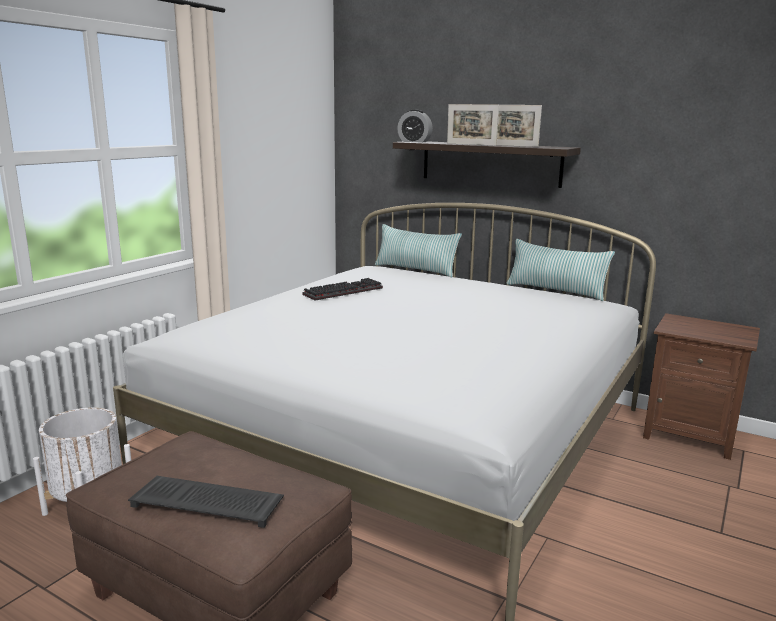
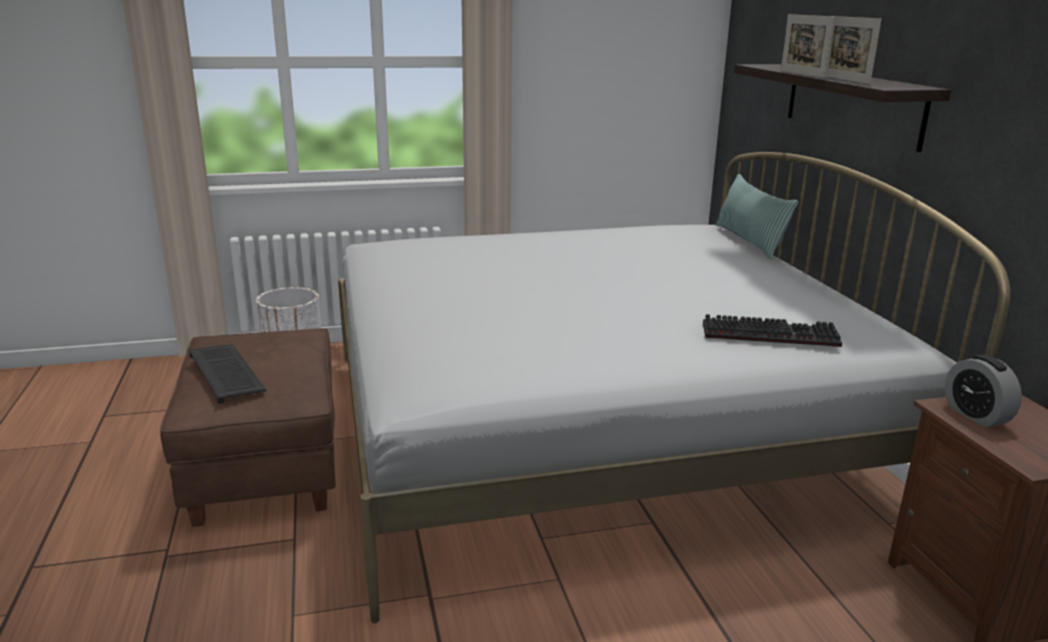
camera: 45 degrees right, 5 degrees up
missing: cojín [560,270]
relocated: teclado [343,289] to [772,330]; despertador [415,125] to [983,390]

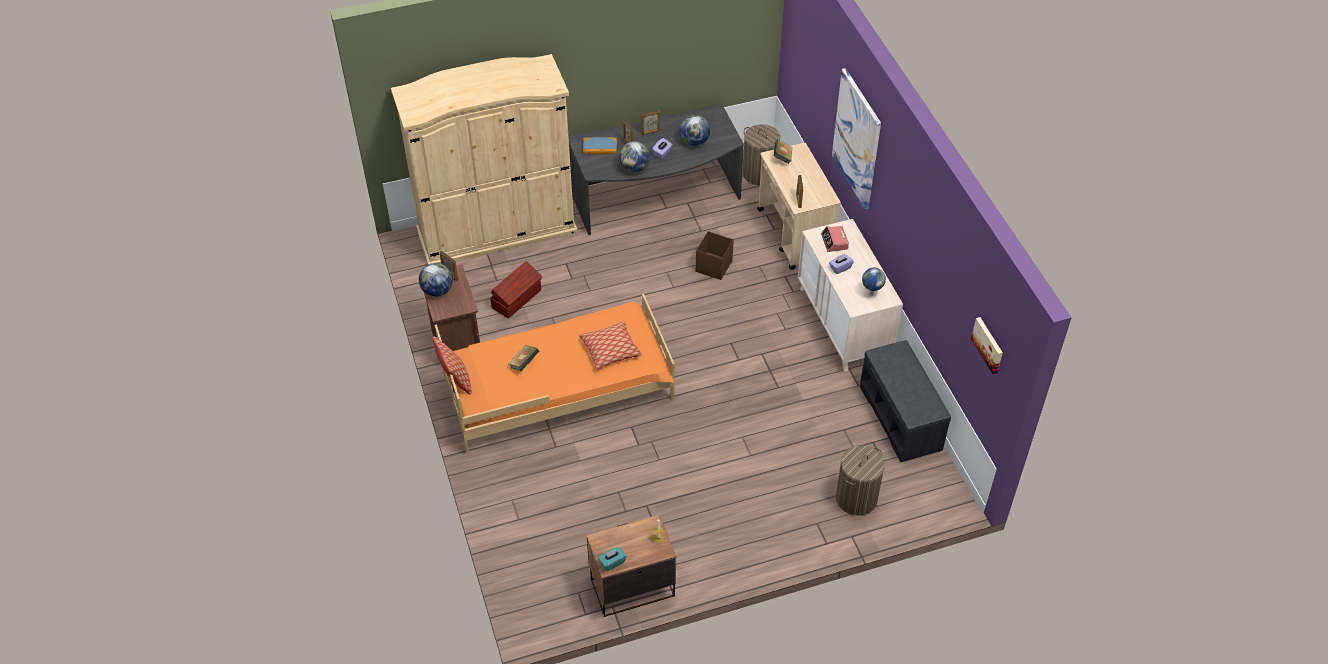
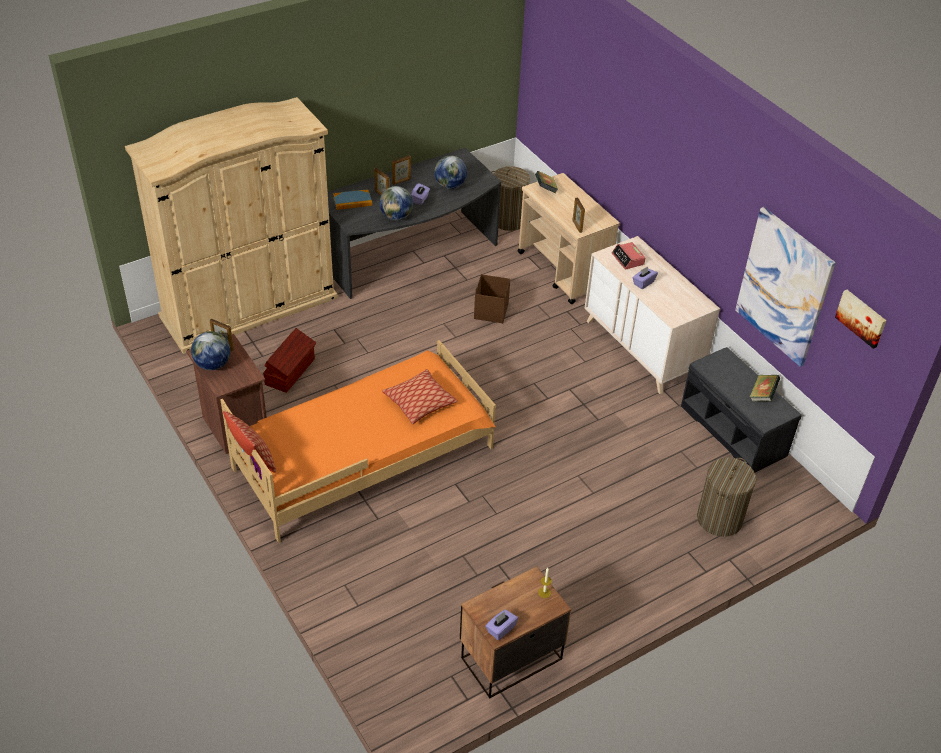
camera: 15 degrees left, 5 degrees down
missing: globo terráqueo [874,281]
relocated: libro [523,358] to [764,388]; cuadro [856,138] to [785,287]
colour: caja de pañuelos/turquesa [612,559] to caja de pañuelos/morado [501,624]

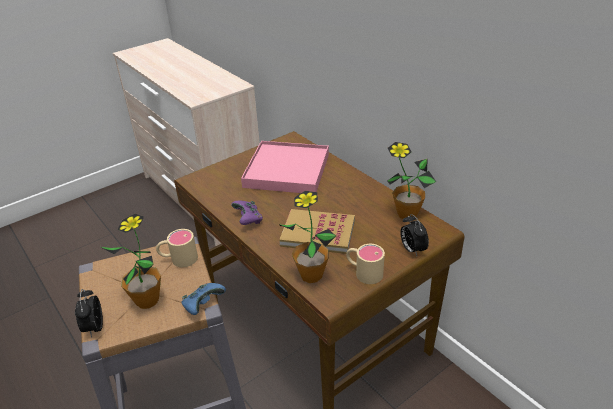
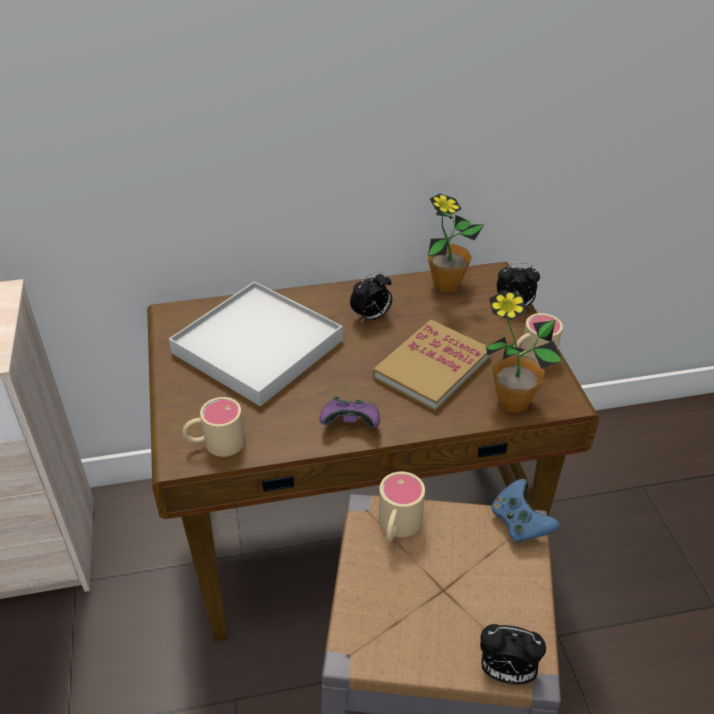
camera: 65 degrees left, 5 degrees up
missing: planta en maceta [131,261]
appeared: taza grande/beis [214,427]; despertador [371,297]
colour: bandeja/rosa [285,167] to bandeja/blanco [256,343]

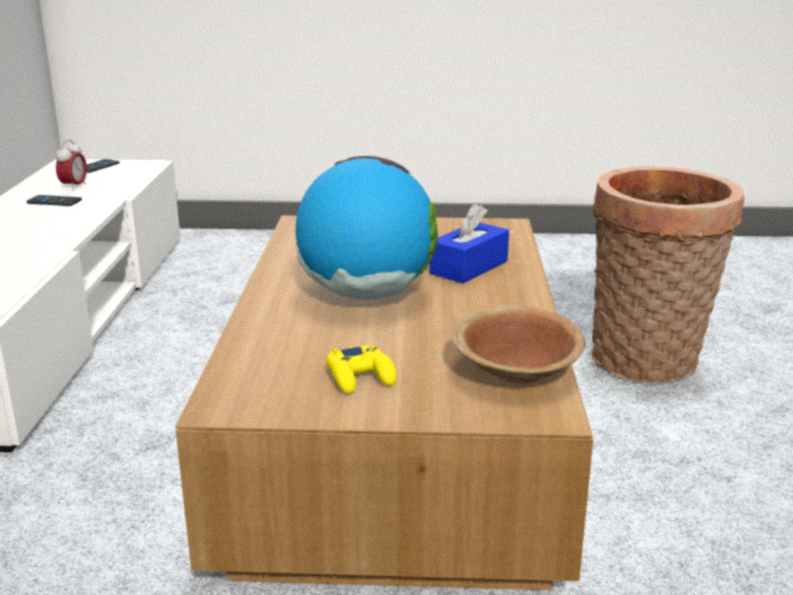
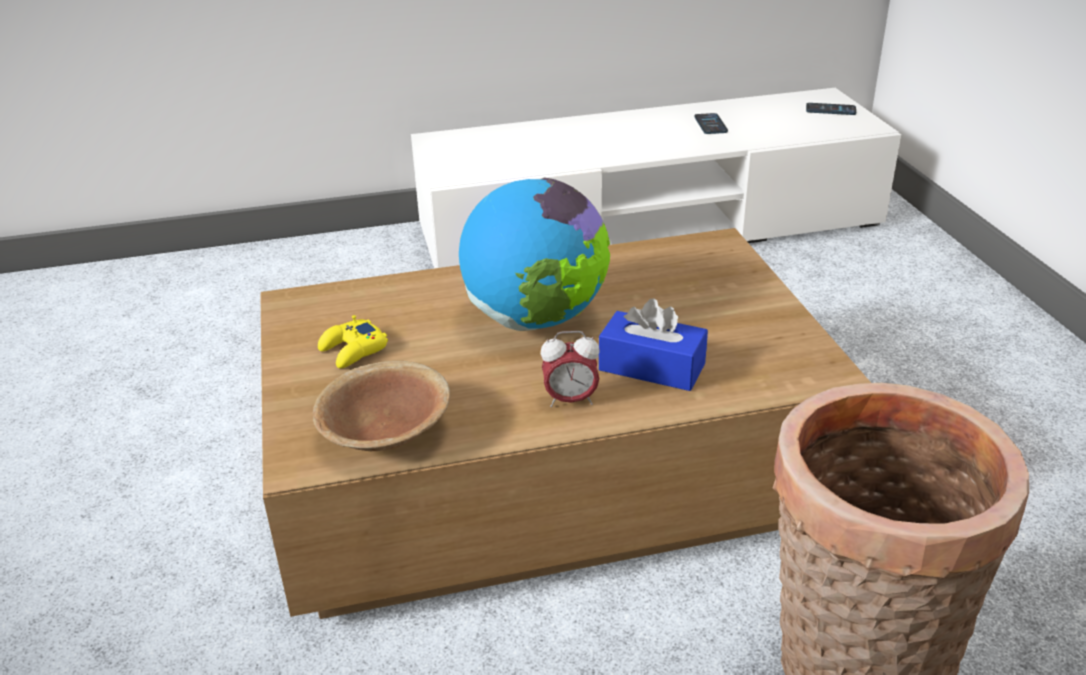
camera: 75 degrees right, 10 degrees up
relocated: despertador [71,165] to [570,369]

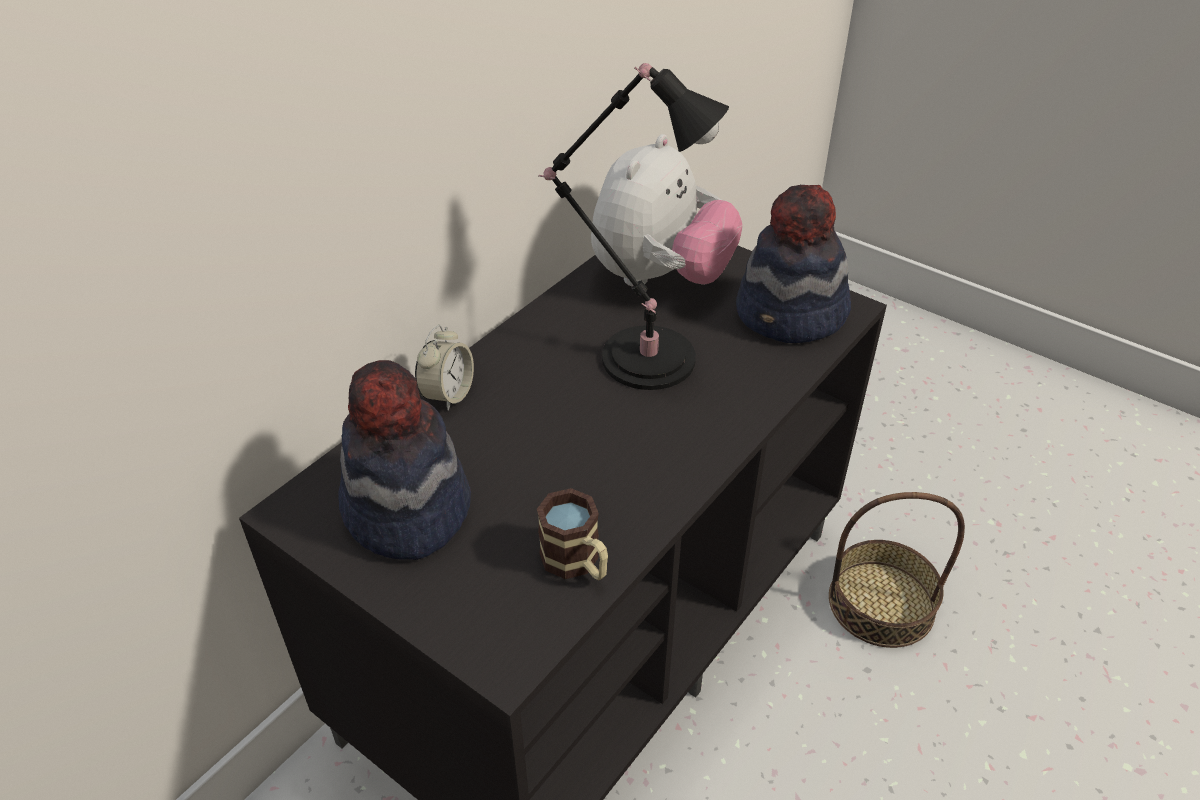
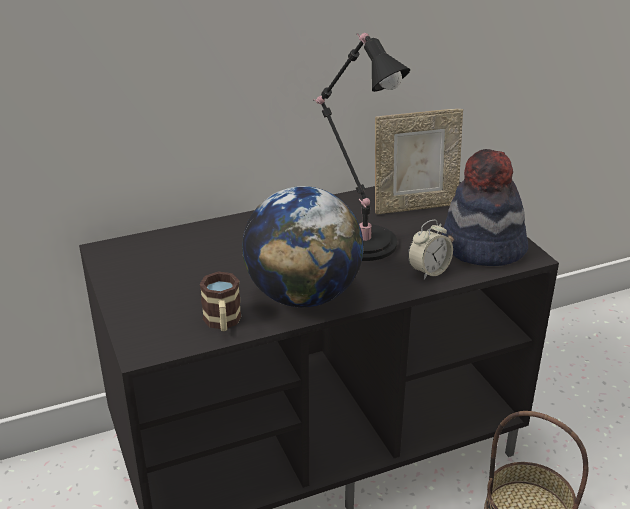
camera: 30 degrees right, 10 degrees down
missing: sombrero [404,460]
appeared: globo terráqueo [302,246]
relocated: despertador [444,368] to [430,249]
exchanged: peluche [667,210] to portarretratos [419,161]

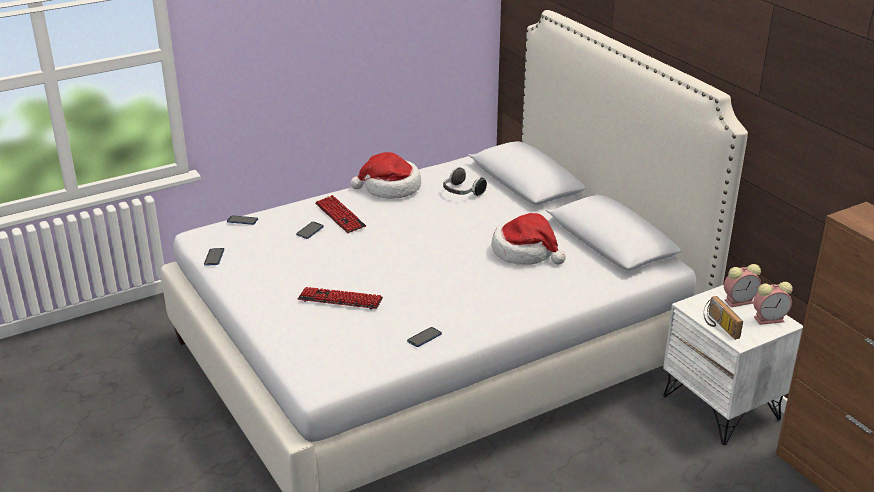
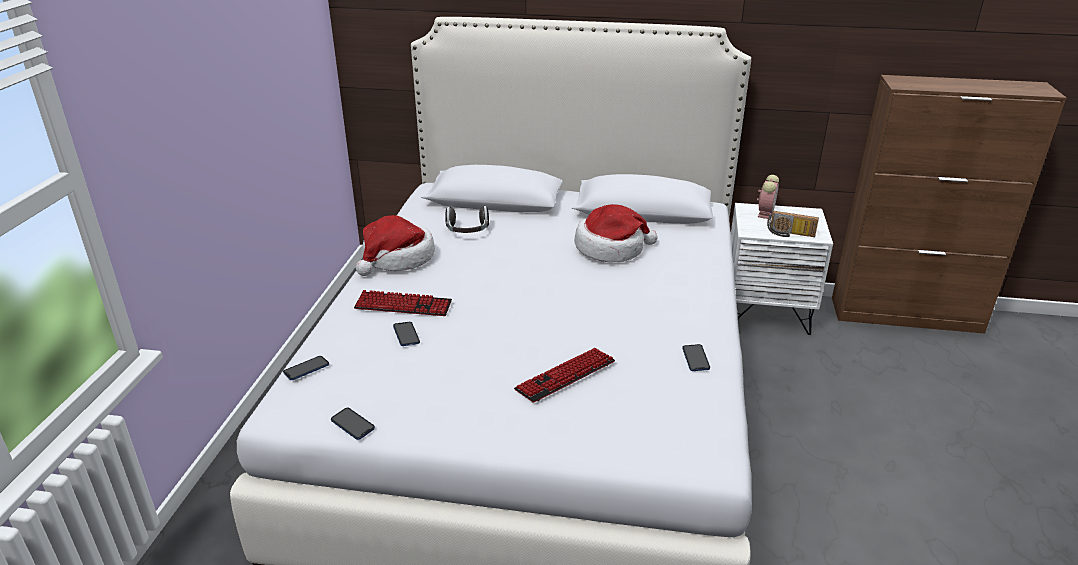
camera: 50 degrees left, 0 degrees up
missing: despertador [773,303]

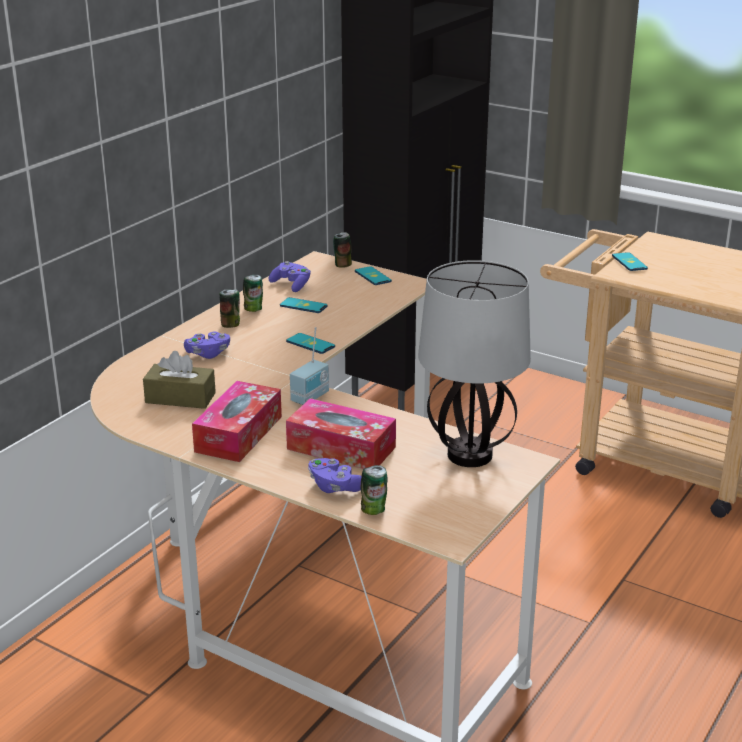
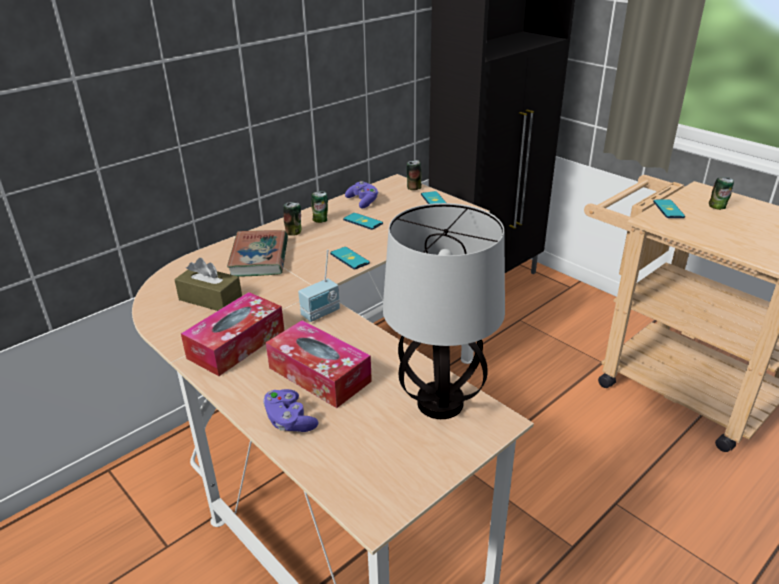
camera: 15 degrees right, 5 degrees up
relocated: lata [374,490] to [721,193]
exchanged: mando de consola/morado [207,345] to libro [257,253]

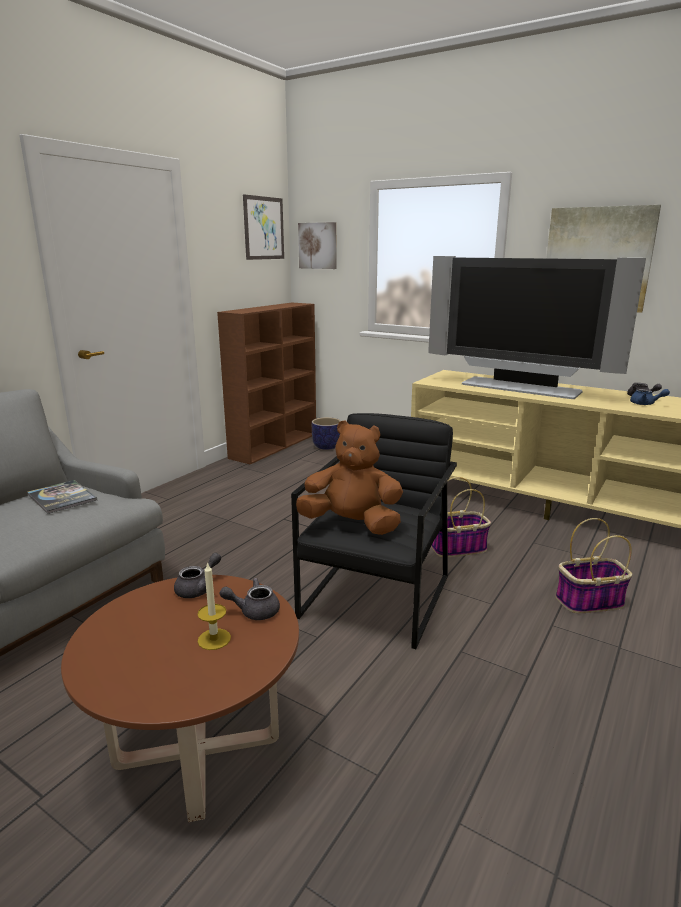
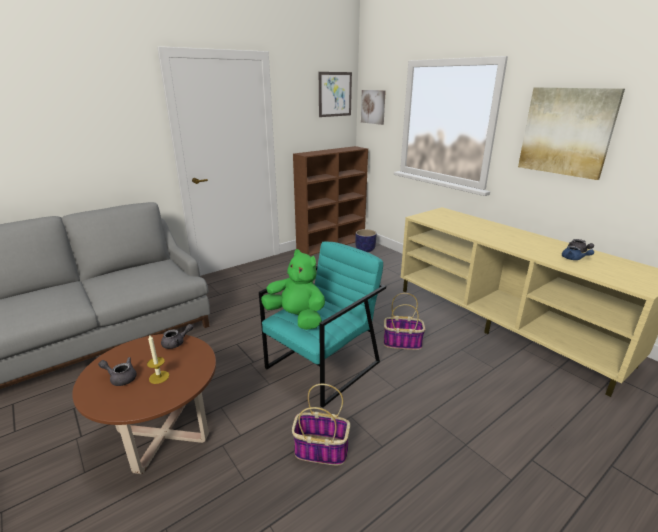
camera: 20 degrees right, 5 degrees up
missing: libro [62,497]; televisor [537,327]
relocated: tetera/gris [250,599] to [117,371]; cesta [594,565] to [321,425]
colour: sillón/negro [374,531] to sillón/turquesa [322,324]; peluche/marrón [349,477] to peluche/verde [293,289]

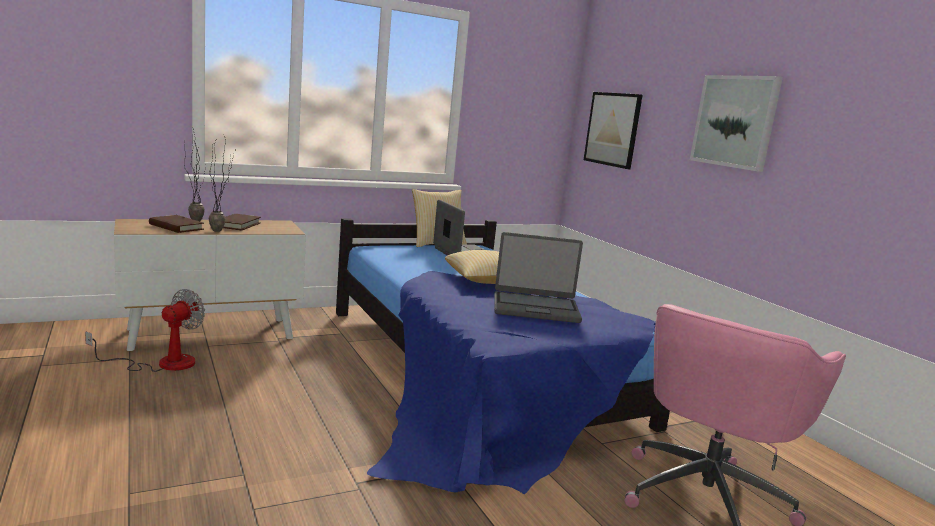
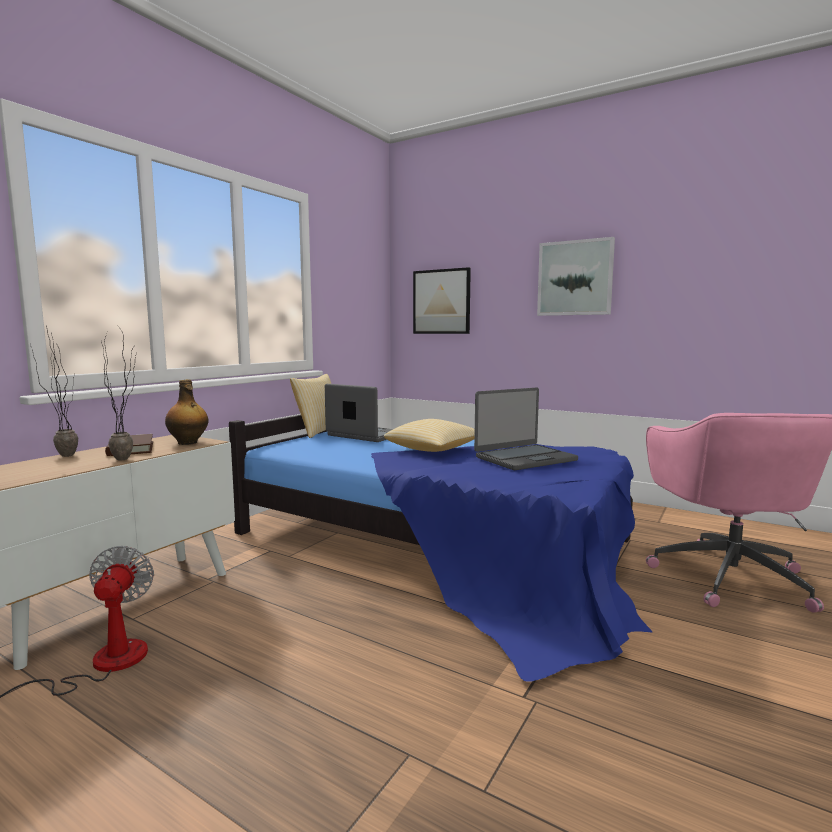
camera: 30 degrees left, 5 degrees down
missing: libro/marrón [176,224]
appeared: botella [186,412]

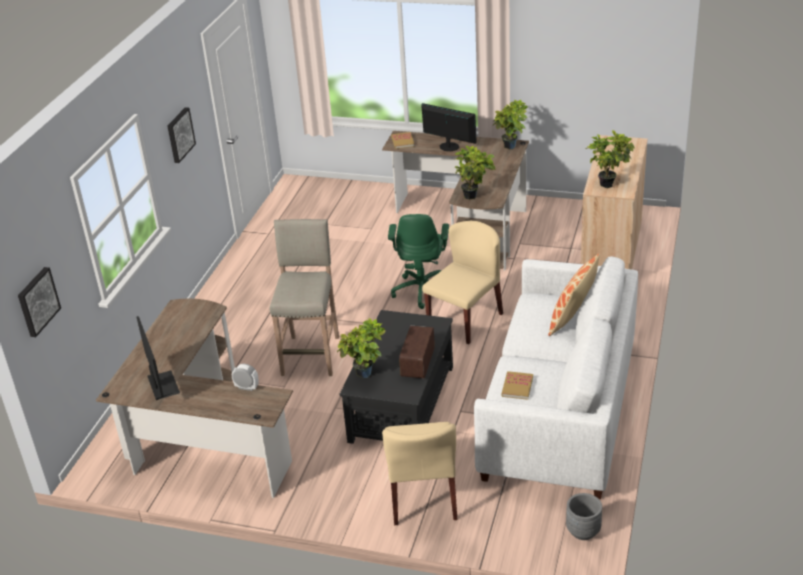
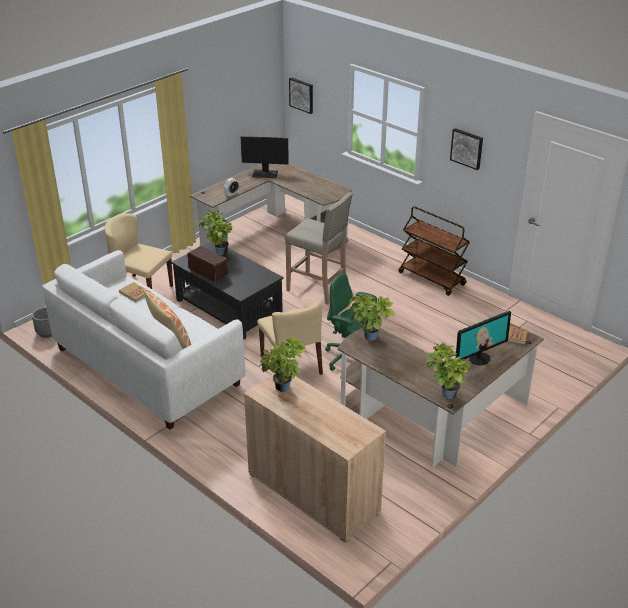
camera: 115 degrees right, 0 degrees up
appeared: carrito/marrón [434,251]

